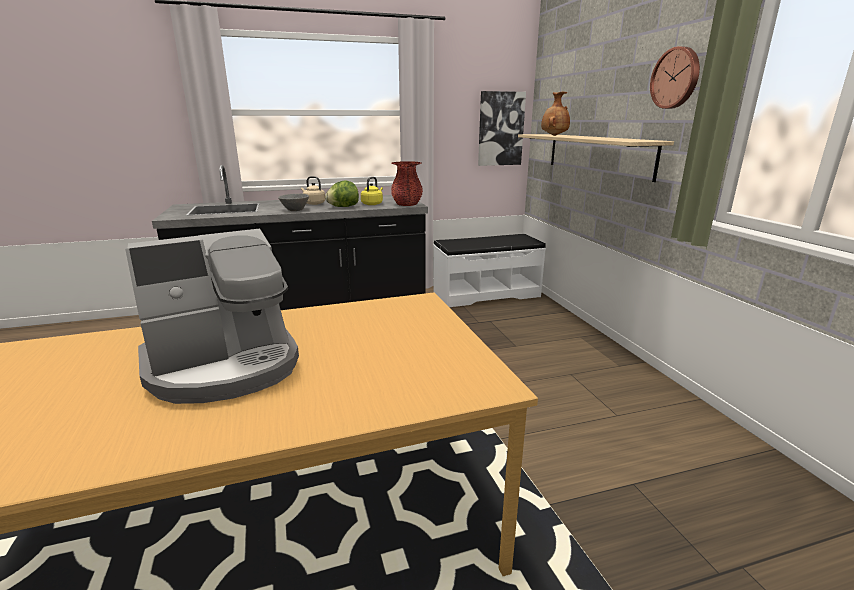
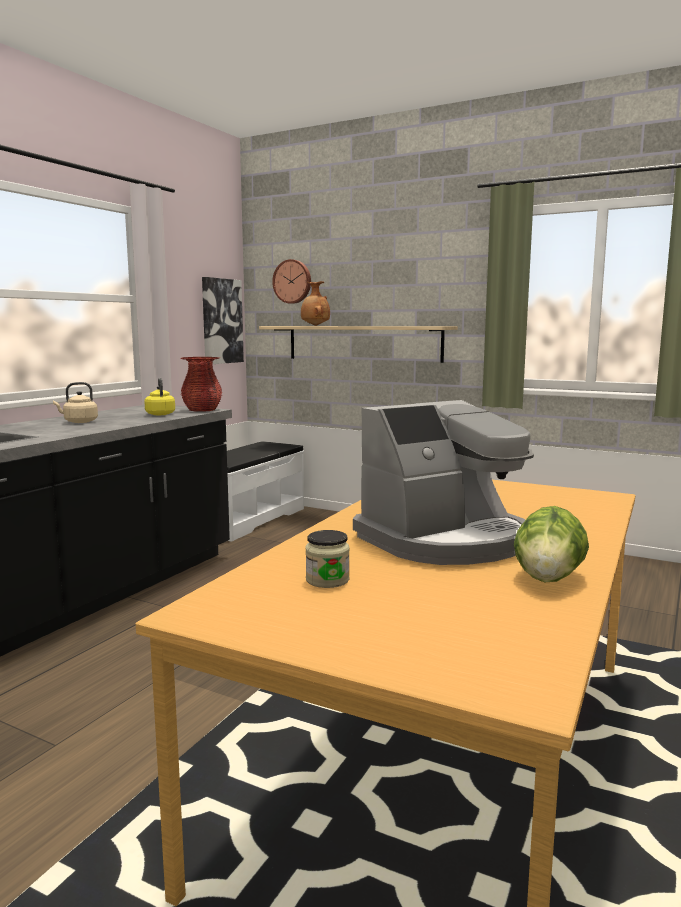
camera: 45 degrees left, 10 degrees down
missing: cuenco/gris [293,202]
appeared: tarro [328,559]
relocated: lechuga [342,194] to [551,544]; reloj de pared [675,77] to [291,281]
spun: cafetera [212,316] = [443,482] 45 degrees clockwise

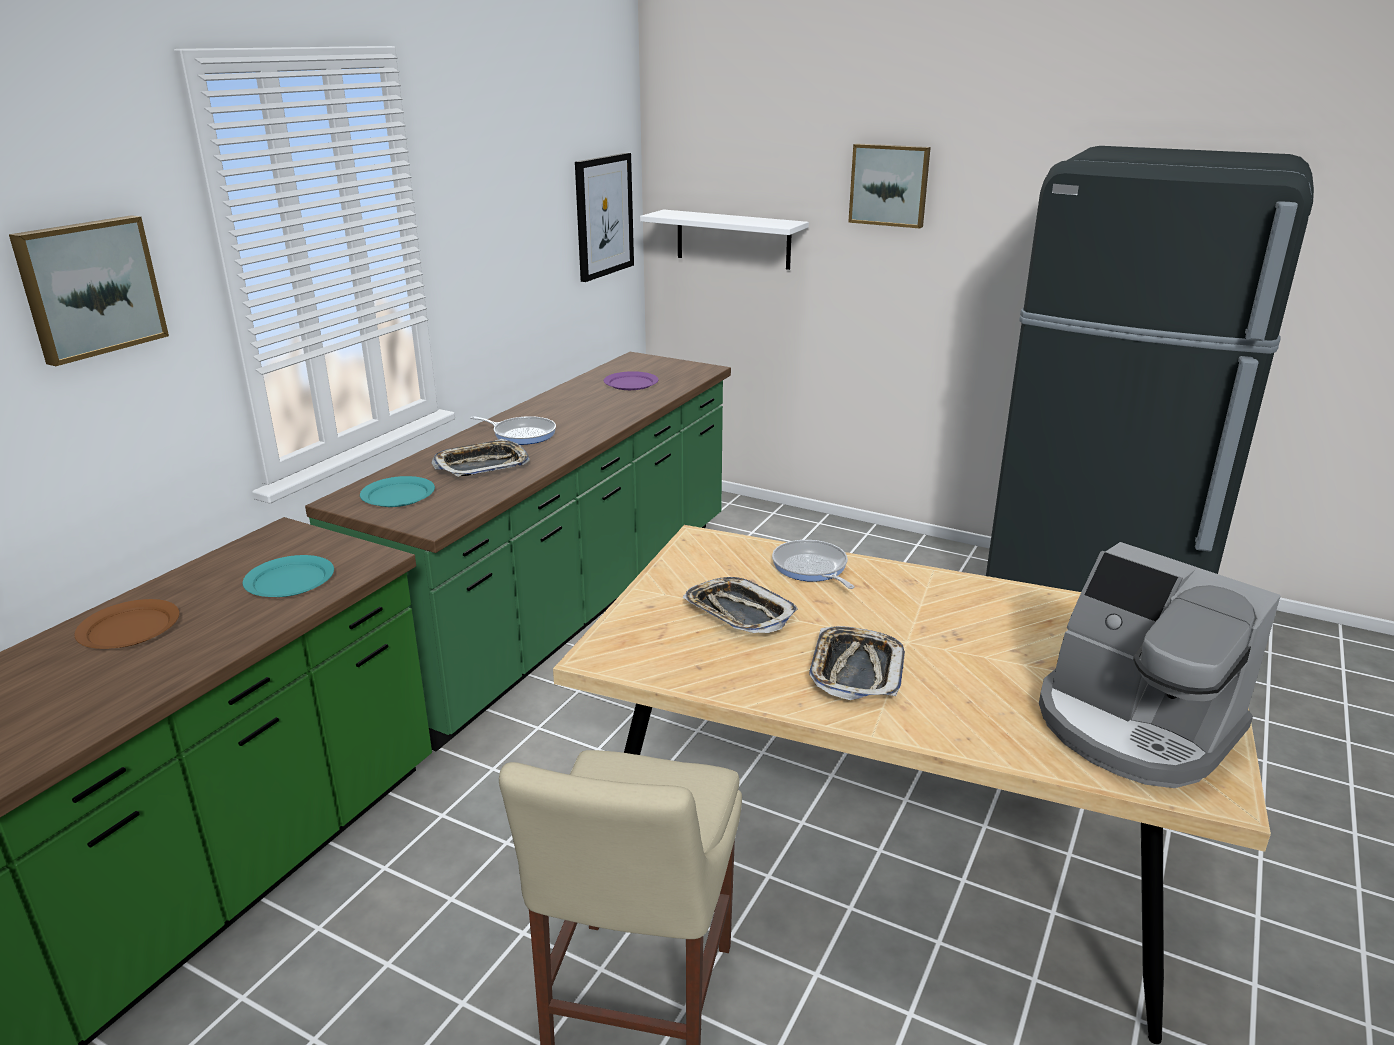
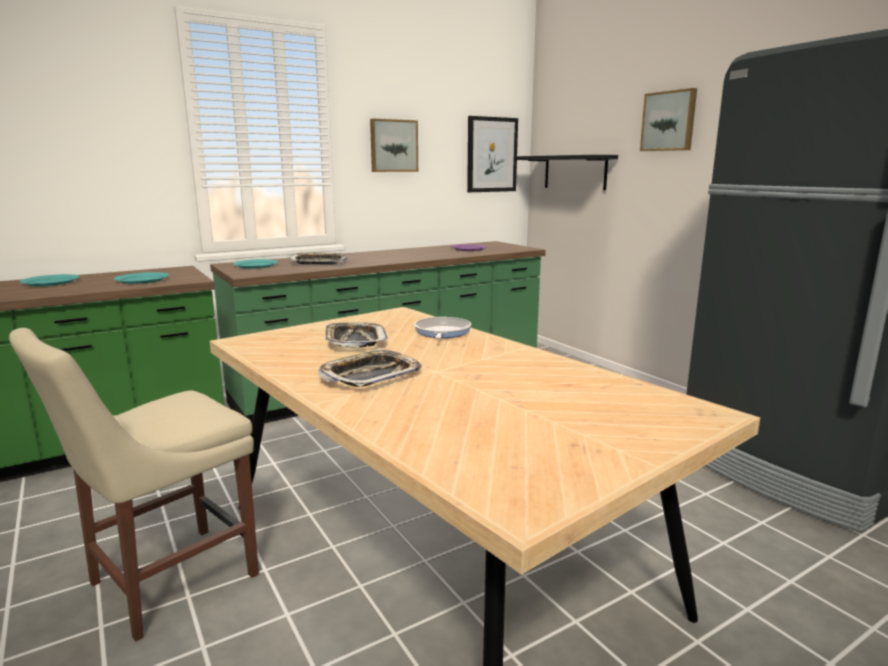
camera: 30 degrees right, 10 degrees down
missing: sartén [513,430]; cafetera [1159,665]
relocated: cuadro [89,290] to [394,145]
colour: plato/marrón [127,624] to plato/turquesa [49,280]; estante/blanco [724,239] to estante/negro [567,172]

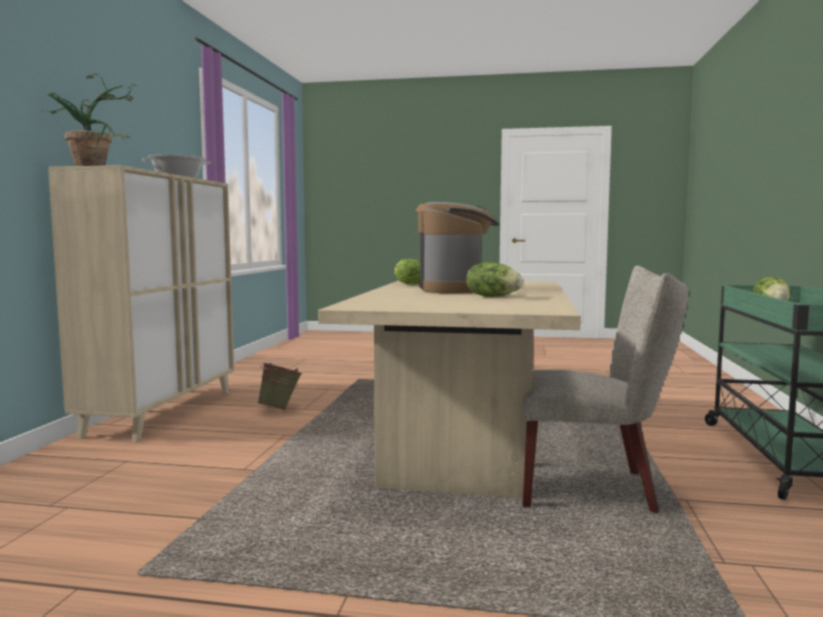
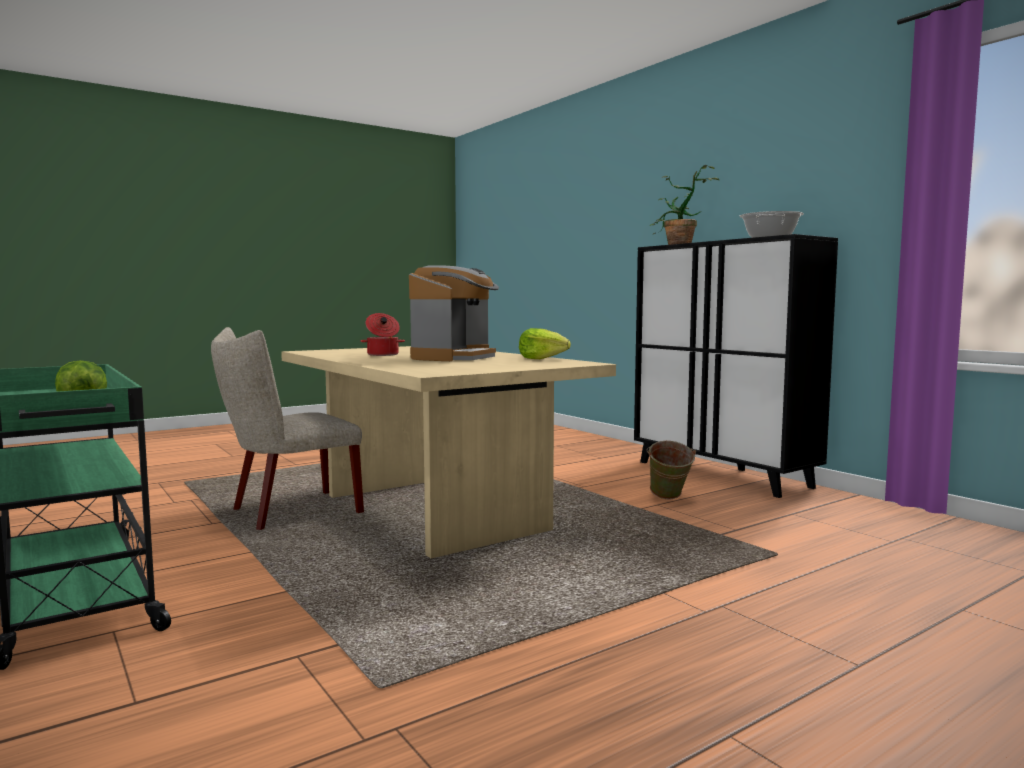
camera: 135 degrees right, 0 degrees up
exchanged: lechuga [494,279] to olla [383,334]
colour: armario/beis [141,304] to armario/negro [736,366]
spun: cafetera [457,247] = [454,313] 105 degrees counterclockwise

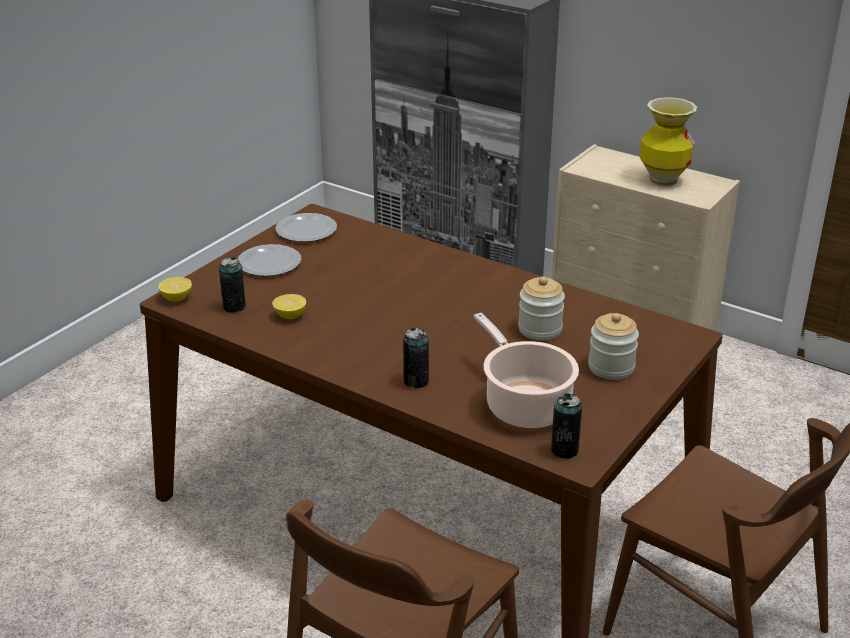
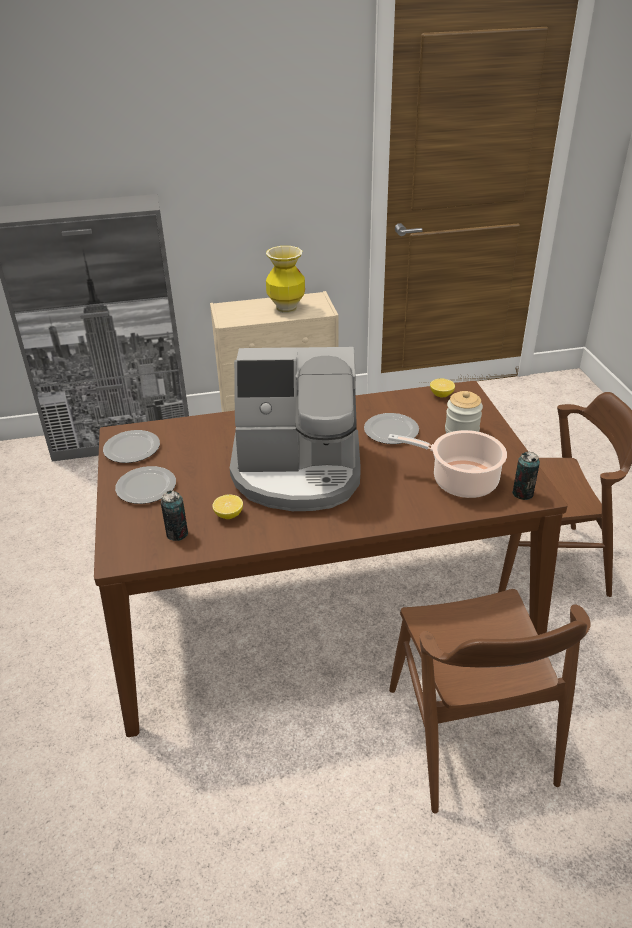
camera: 45 degrees left, 5 degrees up
missing: lata [416,358]
appeared: cafetera [295,429]
relocated: limón [175,289] to [442,388]
exchanged: tarro [541,308] to plato [391,428]

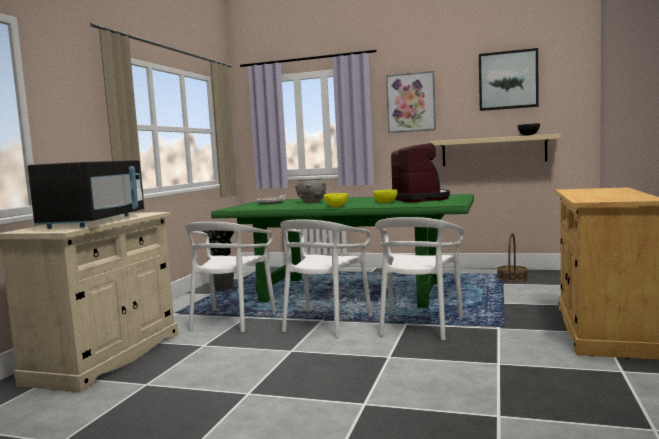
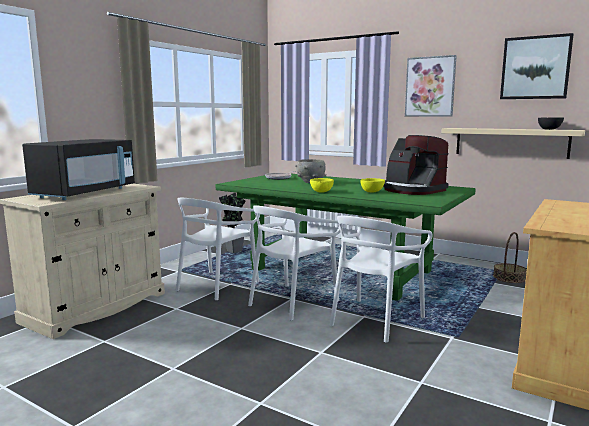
camera: 15 degrees right, 5 degrees up
spun: cafetera [420,172] = [416,165] 135 degrees clockwise

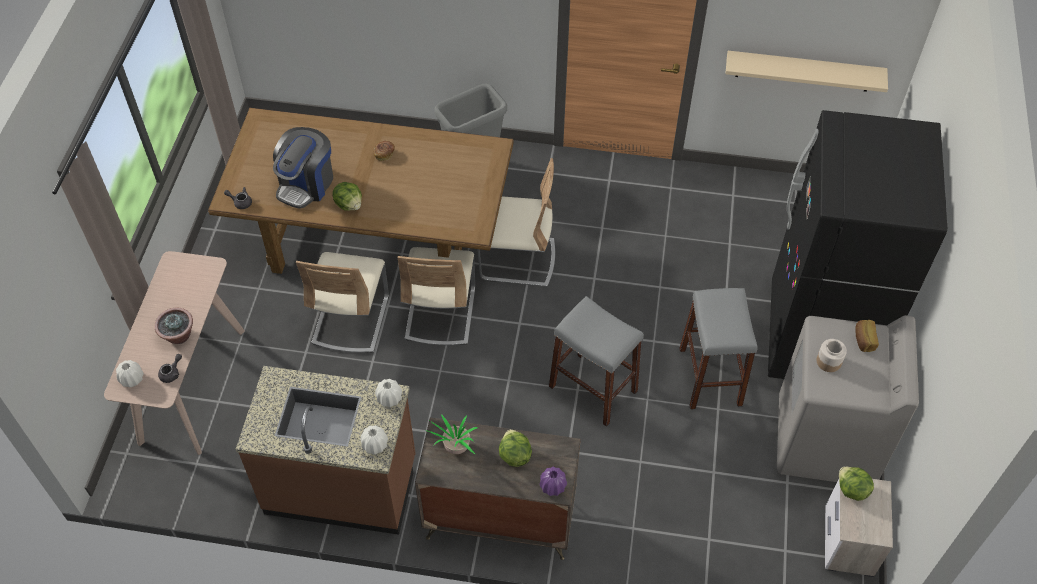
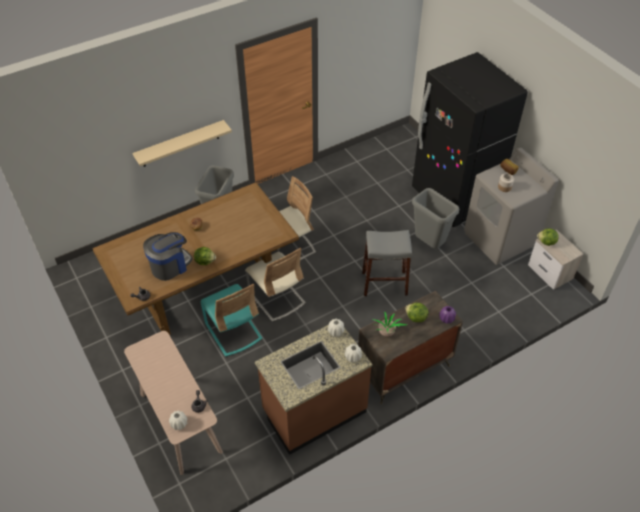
camera: 40 degrees left, 5 degrees down
missing: planta en maceta [173,325]
relocated: estante/beis [806,71] to [182,143]
exchanged: taburete/gris [718,348] to papelera/gris [435,218]
colour: silla/beis [342,302] to silla/turquesa [231,320]
spun: cafetera [303,168] = [168,256] 120 degrees counterclockwise

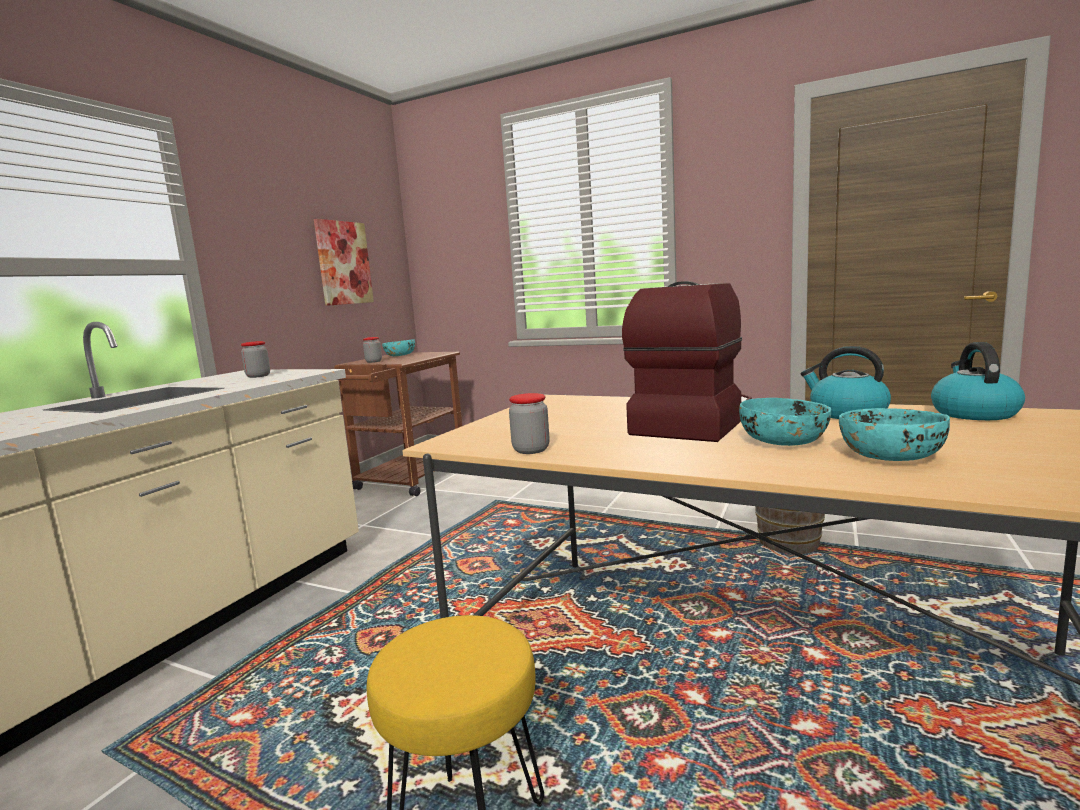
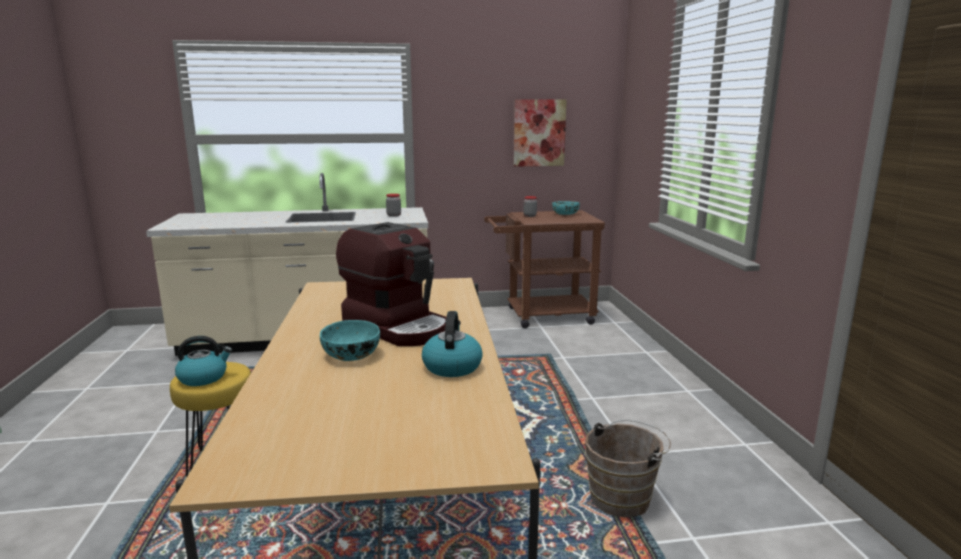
camera: 55 degrees right, 5 degrees up
missing: tarro [529,423]; cuenco/turquesa [894,434]
relocated: hervidor [978,381] to [203,361]
spun: cafetera [687,361] = [391,284] 45 degrees clockwise

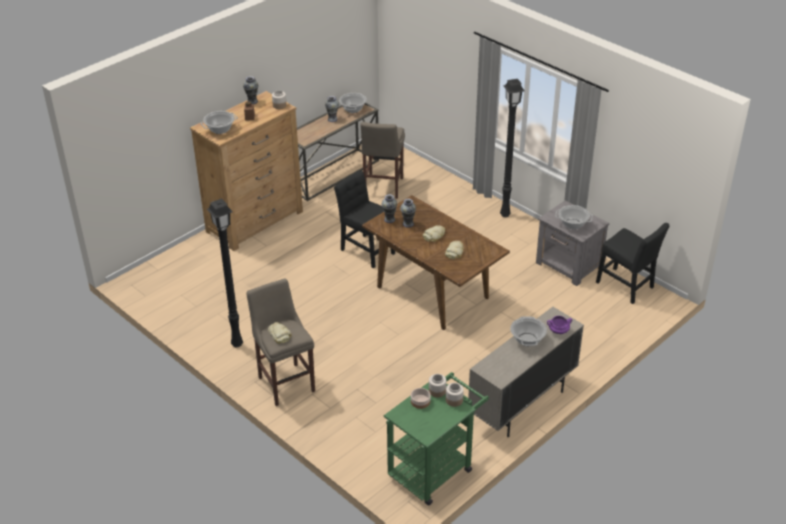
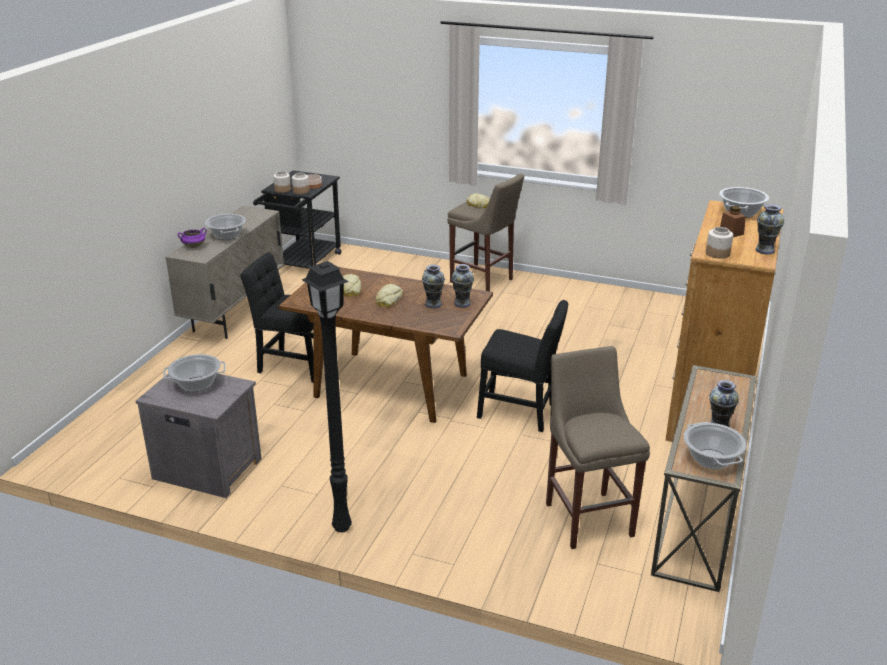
camera: 155 degrees right, 10 degrees down
missing: lámpara de pie/negro [225,272]
relocated: silla/negro [633,263] to [277,317]
colour: carrito/verde [436,439] to carrito/negro [297,219]

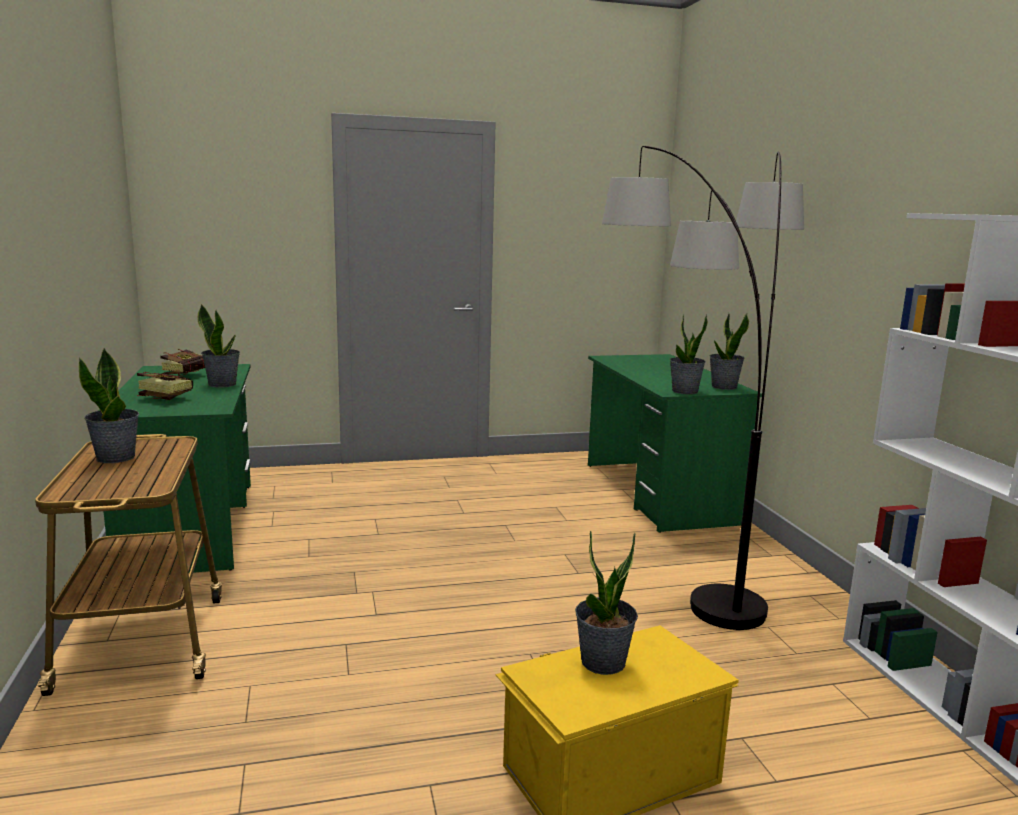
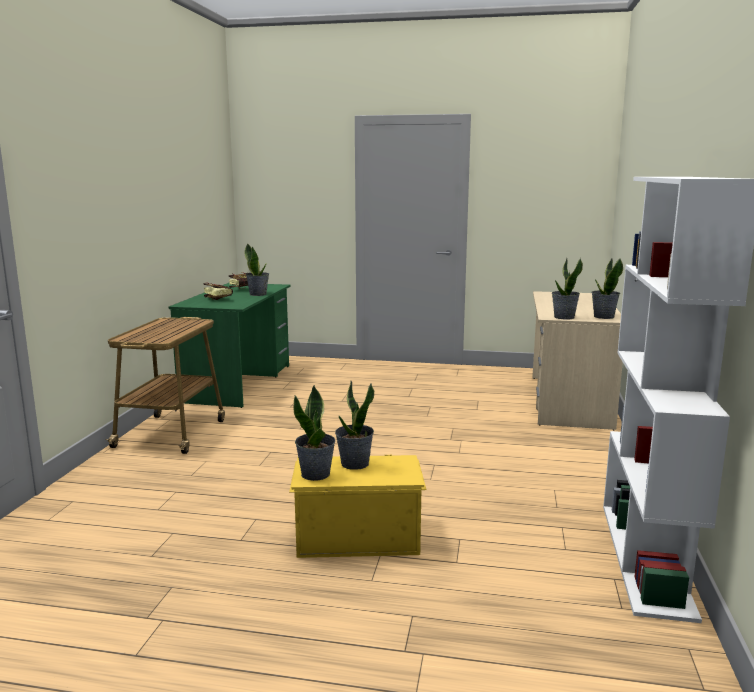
camera: 25 degrees right, 0 degrees up
missing: lámpara de pie [703,388]
relocated: planta en maceta [109,405] to [314,433]
colour: escritorio/verde [675,443] to escritorio/beis [577,360]

